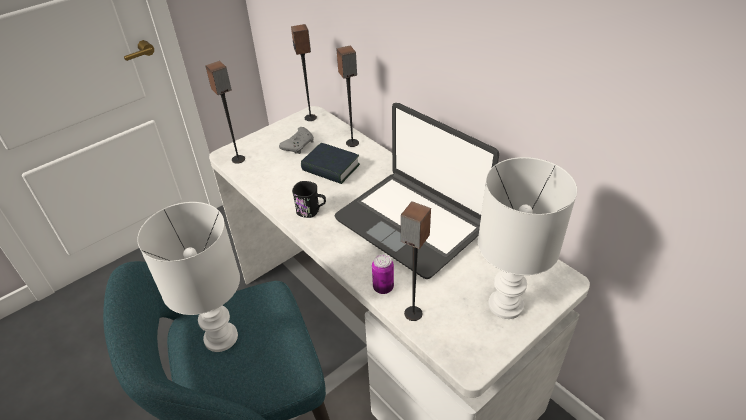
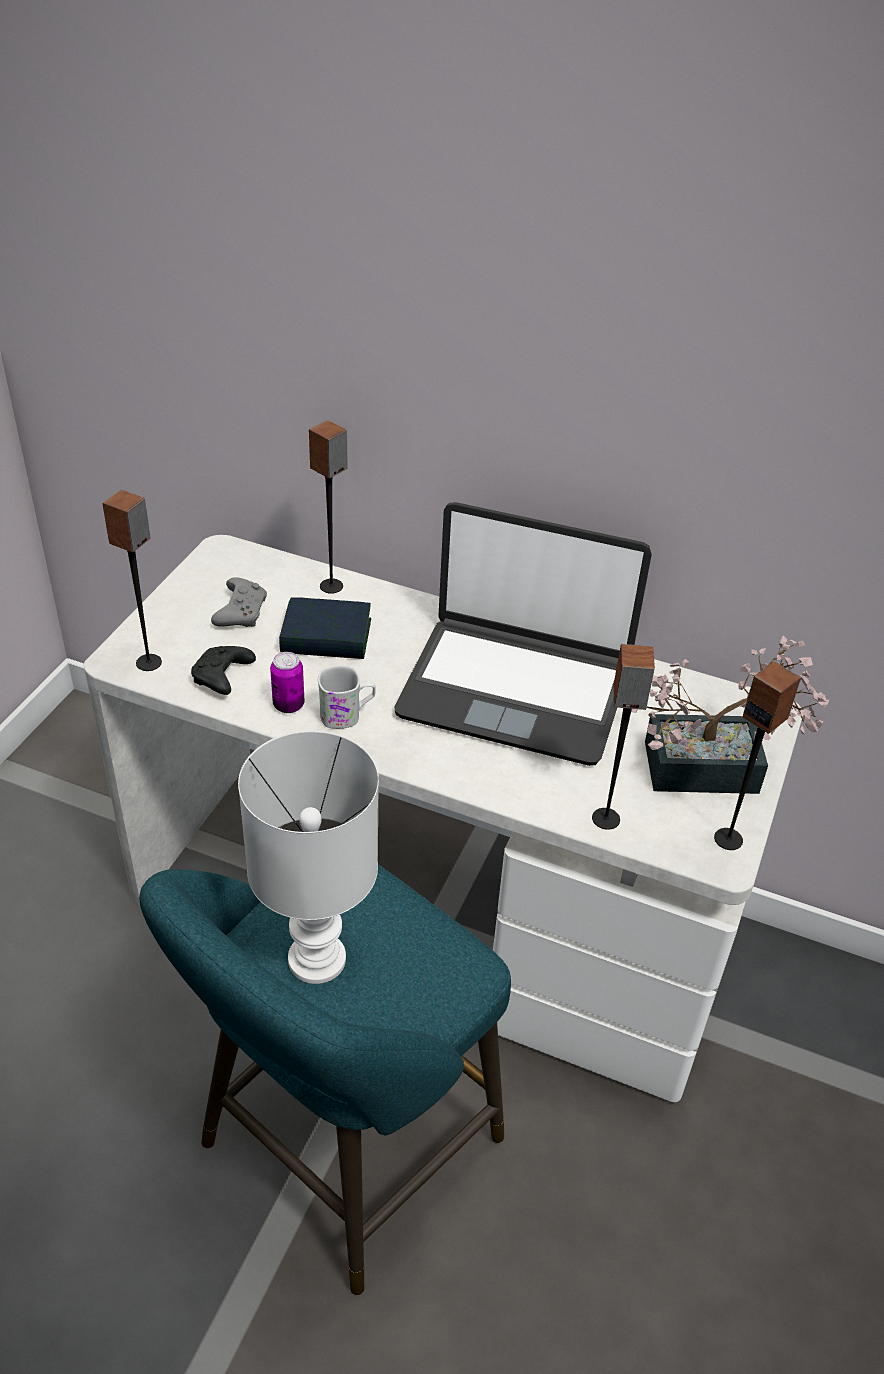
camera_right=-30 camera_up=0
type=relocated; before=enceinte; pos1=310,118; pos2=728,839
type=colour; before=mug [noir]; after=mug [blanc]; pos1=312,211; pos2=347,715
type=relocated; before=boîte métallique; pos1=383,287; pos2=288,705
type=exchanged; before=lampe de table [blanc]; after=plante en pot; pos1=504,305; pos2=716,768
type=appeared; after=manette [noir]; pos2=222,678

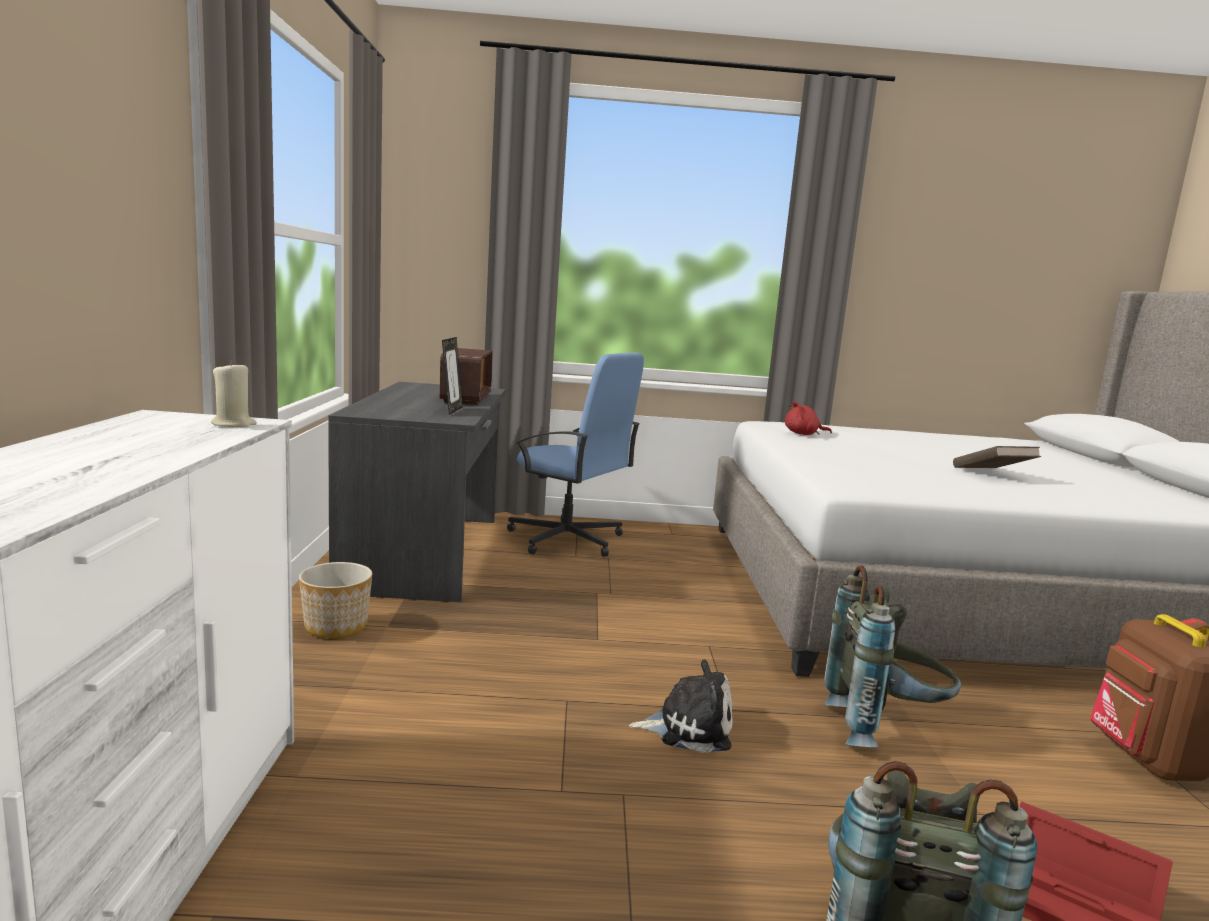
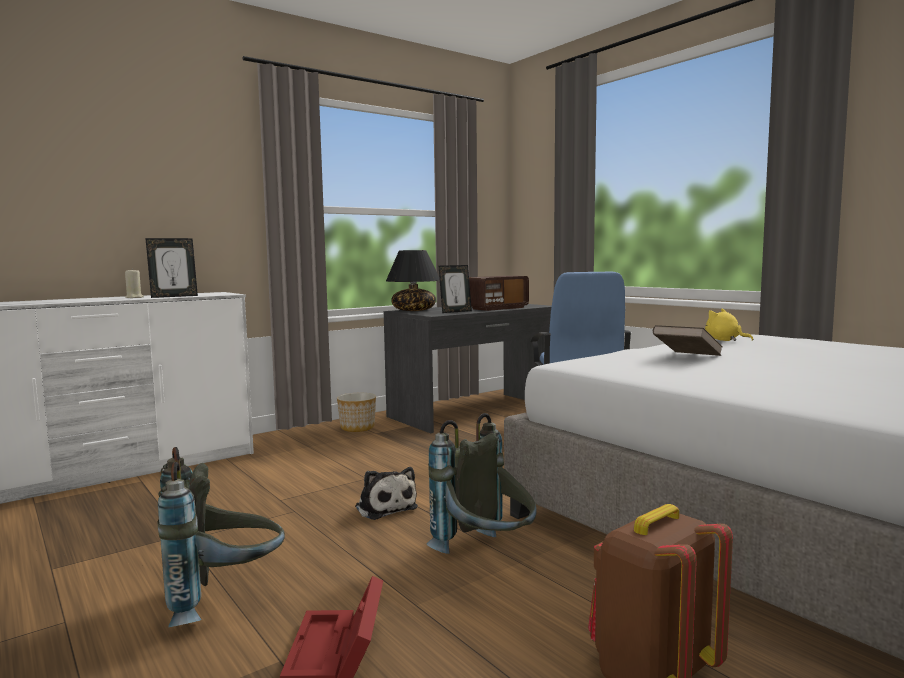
camera_right=55 camera_up=-5
type=relocated; before=bougie [beige]; pos1=234,424; pos2=134,297
type=colour; before=peluche [rouge]; after=peluche [jaune]; pos1=803,434; pos2=724,340
type=relocated; before=livre [marron]; pos1=992,474; pos2=687,357
type=appeared; after=cadre photo; pos2=174,296
type=appeared; after=lampe de table [noir]; pos2=413,310

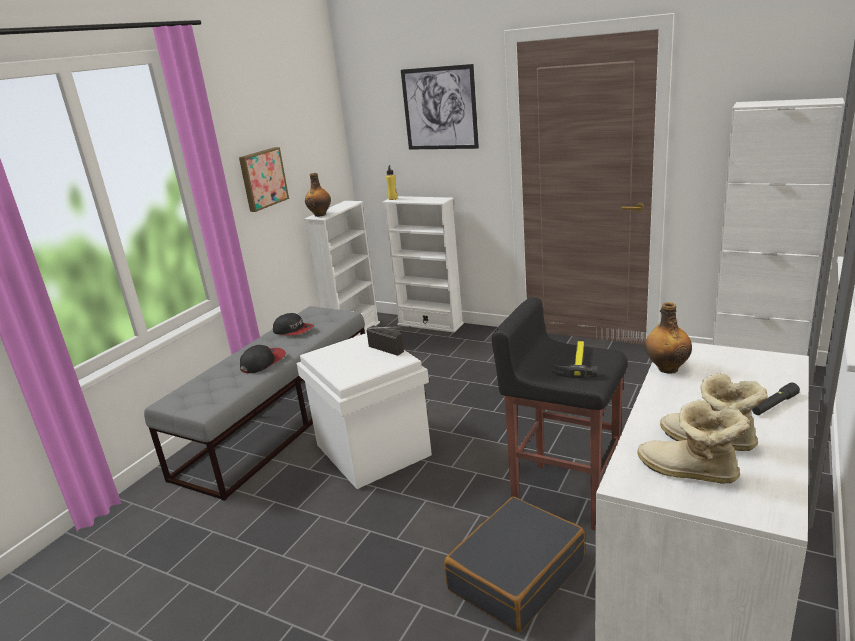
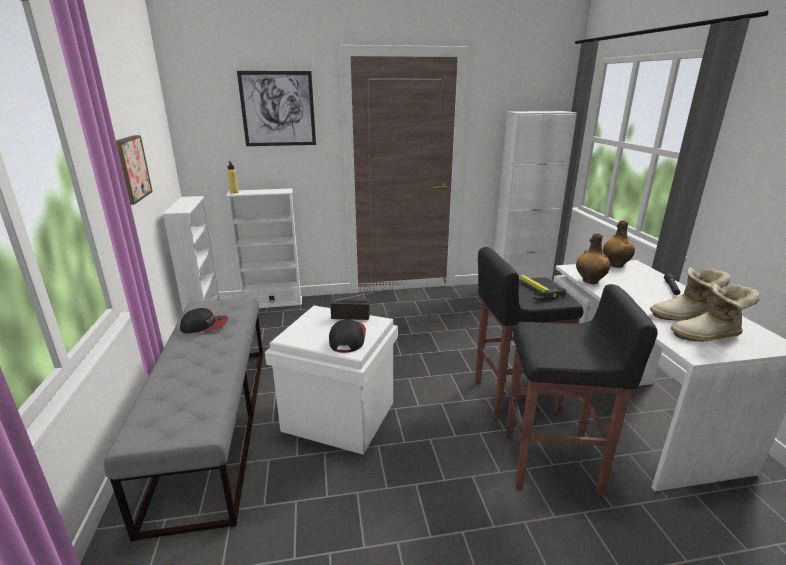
camera_right=-40 camera_up=0
type=relocated; before=casquette; pos1=263,362; pos2=347,338
type=relocated; before=bouteille; pos1=320,214; pos2=615,265
type=exchanged; before=valise [noir]; after=tabouret [noir]; pos1=515,574; pos2=553,464

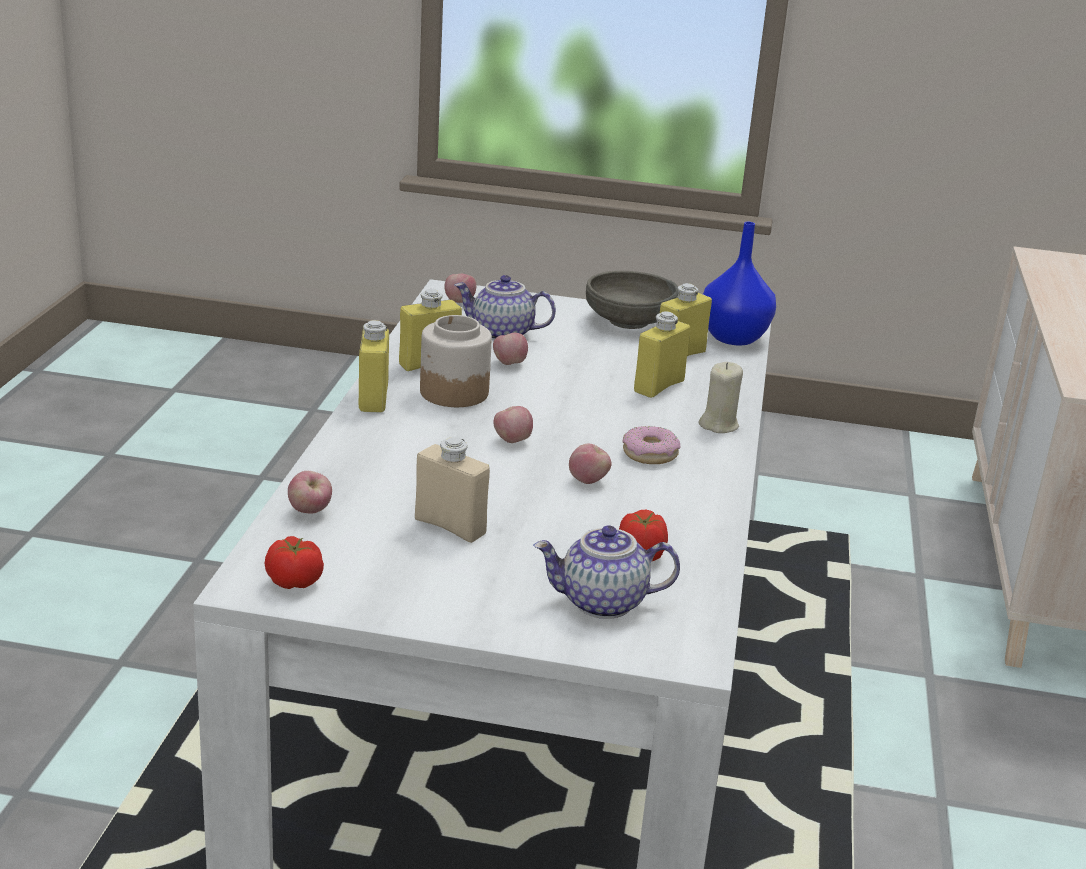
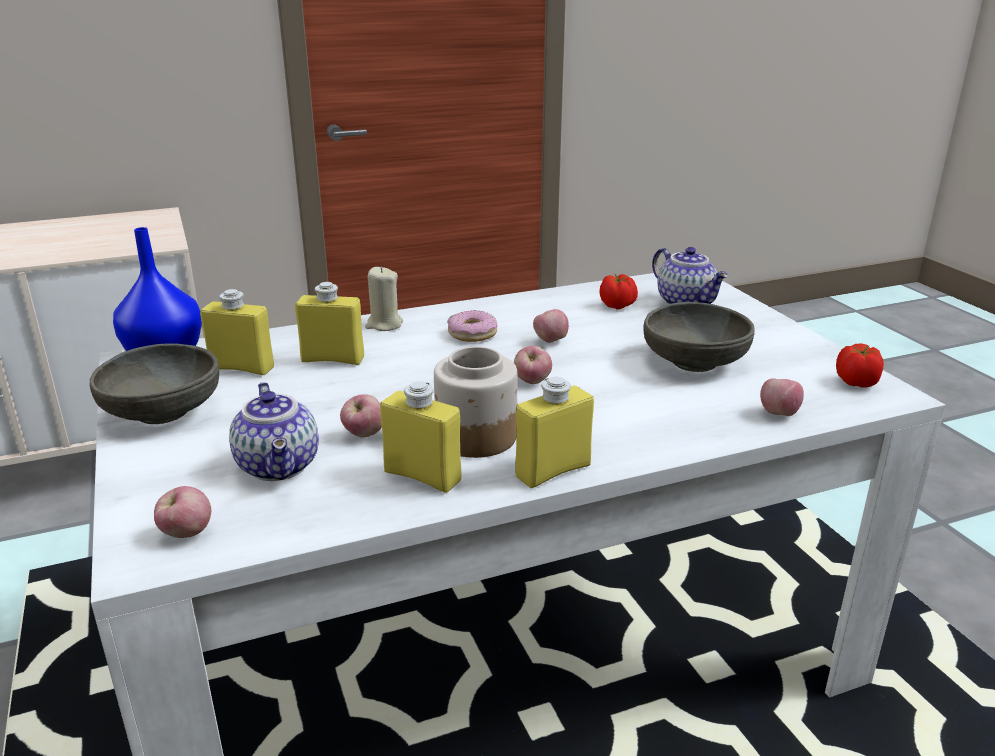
camera_right=-120 camera_up=0
type=exchanged; before=bouteille [beige]; after=bol [gris]; pos1=450,526; pos2=694,362

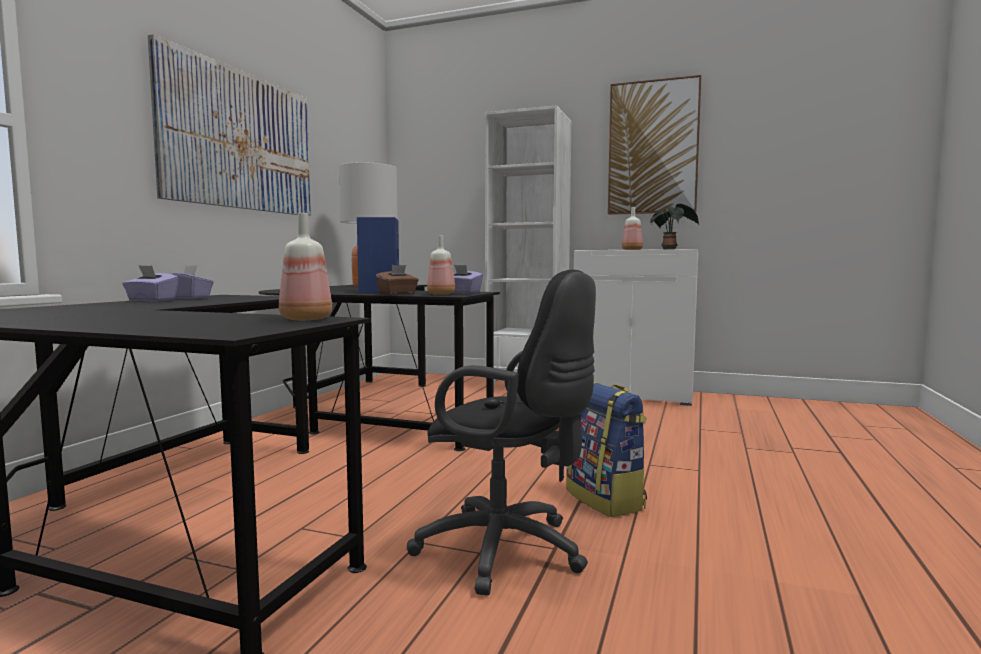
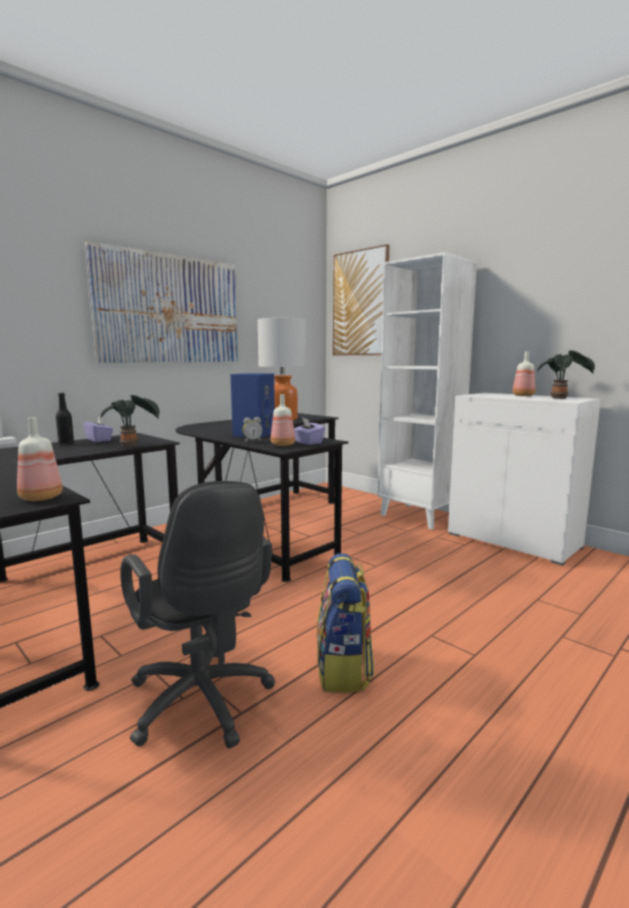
camera_right=25 camera_up=5
type=exchanged; before=boîte à mouchoirs [violet]; after=bouteille [noir]; pos1=151,300; pos2=66,443
type=exchanged; before=boîte à mouchoirs [marron]; after=réveil; pos1=397,294; pos2=252,441
type=relocated; before=tableau; pos1=653,148; pos2=360,303
type=appeared; after=plante en pot; pos2=131,446

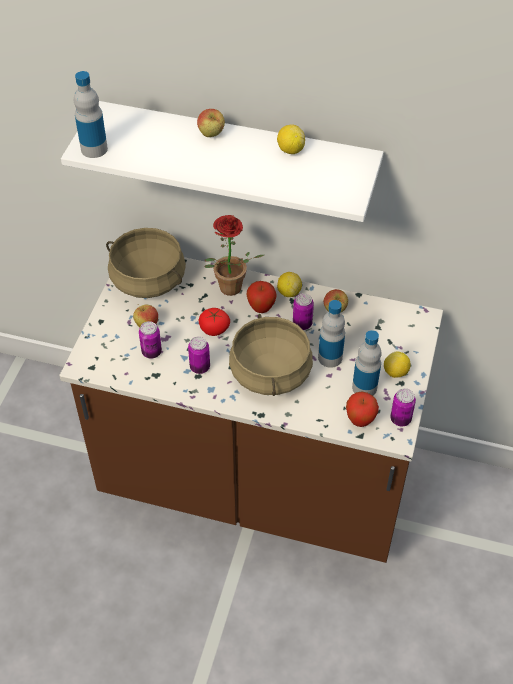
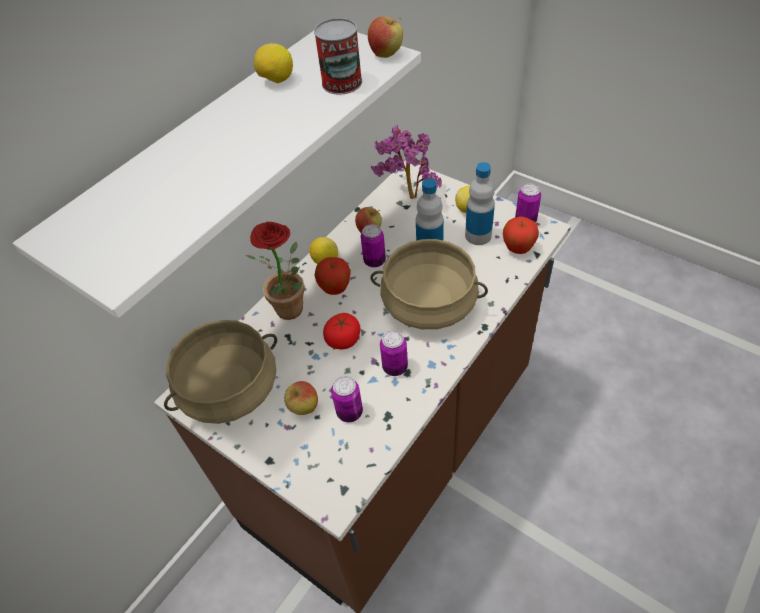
camera_right=-65 camera_up=0
type=missing; before=bouteille; pos1=94,149
type=relocated; before=pomme; pos1=211,135; pos2=386,54
type=appeared; after=boîte métallique; pos2=342,83
type=appeared; after=plante en pot; pos2=406,199

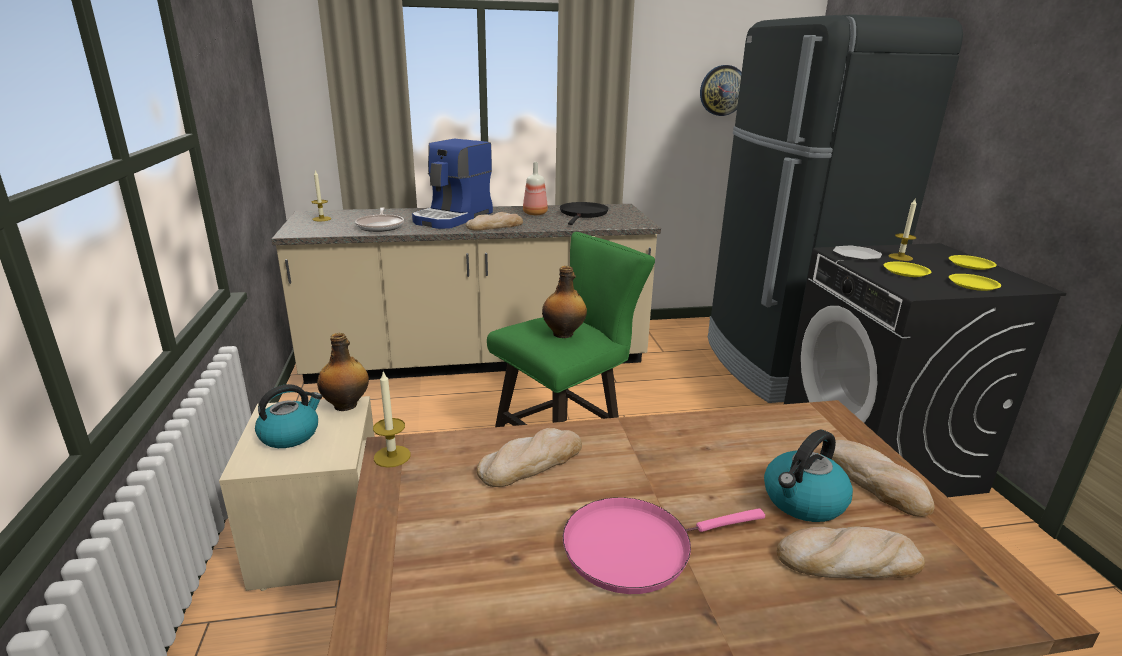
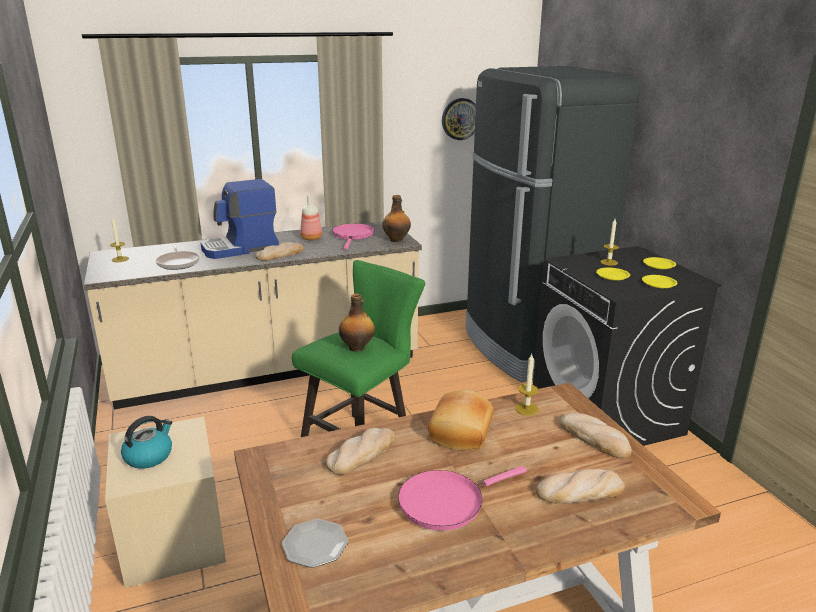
camera_right=-10 camera_up=0
type=relocated; before=bouteille; pos1=346,405; pos2=396,240
type=relocated; before=bougie; pos1=392,456; pos2=526,409
type=spun; before=machine à café; pos1=454,218; pos2=241,248; turn=45
type=colour; before=poêle [noir]; after=poêle [rose]; pos1=583,214; pos2=353,235
type=missing; before=bouilloire; pos1=803,501
type=relocated; before=assiette; pos1=857,255; pos2=316,545
type=appeared; after=pain; pos2=462,432

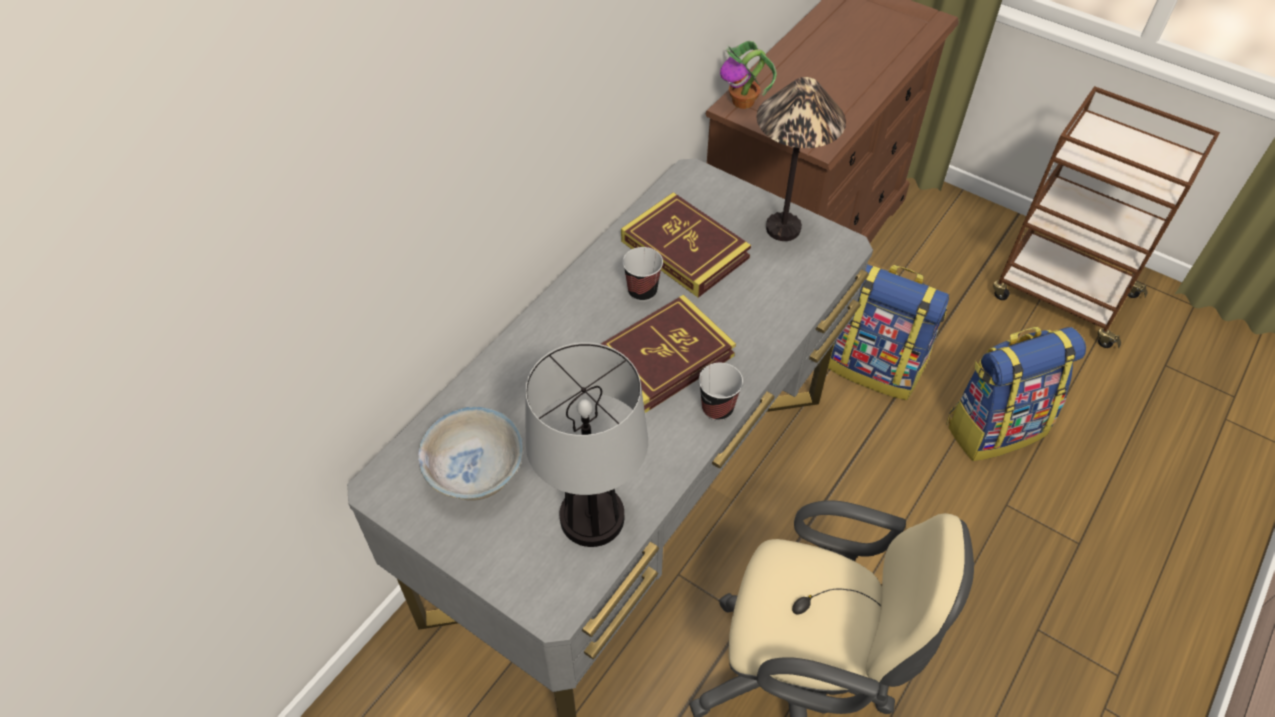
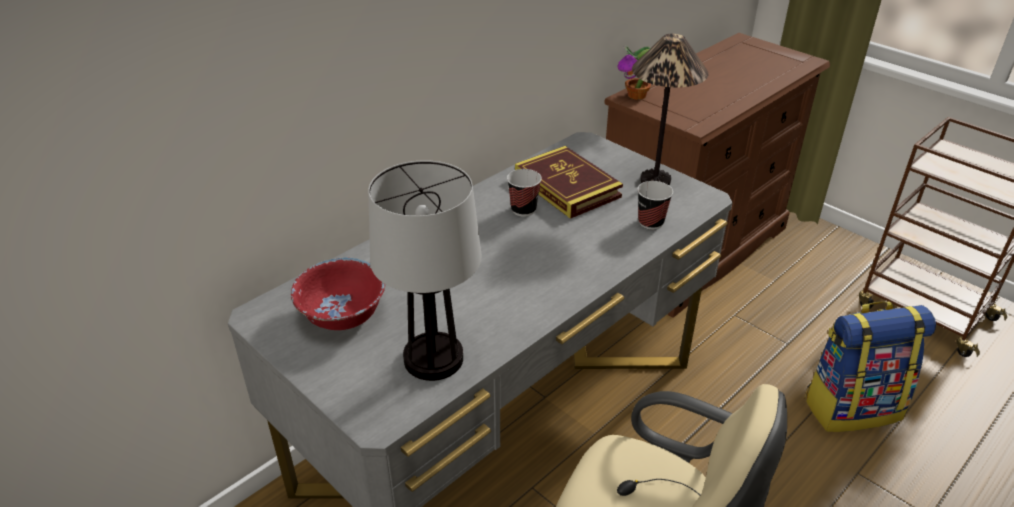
camera_right=10 camera_up=-15
type=colour; before=bol [blanc]; after=bol [rouge]; pos1=475,471; pos2=342,314
type=missing; before=livre; pos1=663,358
type=relocated; before=tasse; pos1=717,408; pos2=650,222
type=missing; before=sac à dos; pos1=876,367

